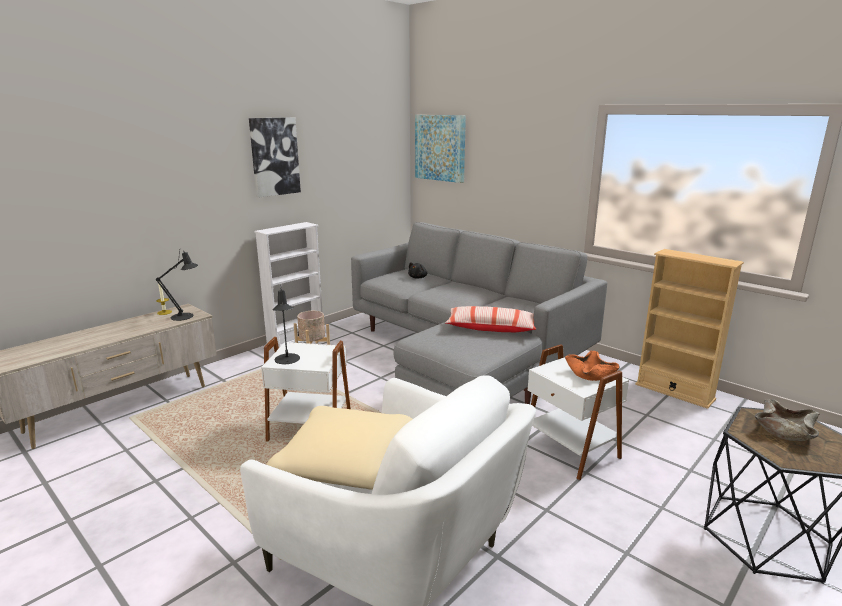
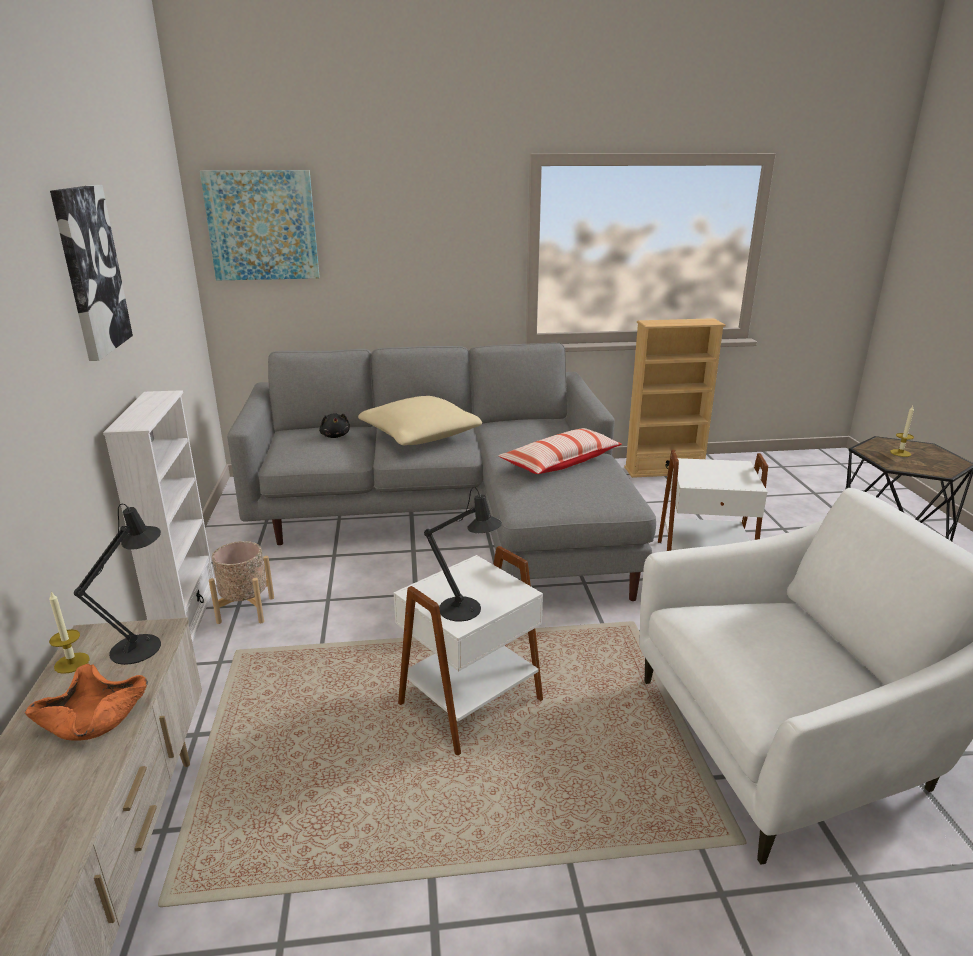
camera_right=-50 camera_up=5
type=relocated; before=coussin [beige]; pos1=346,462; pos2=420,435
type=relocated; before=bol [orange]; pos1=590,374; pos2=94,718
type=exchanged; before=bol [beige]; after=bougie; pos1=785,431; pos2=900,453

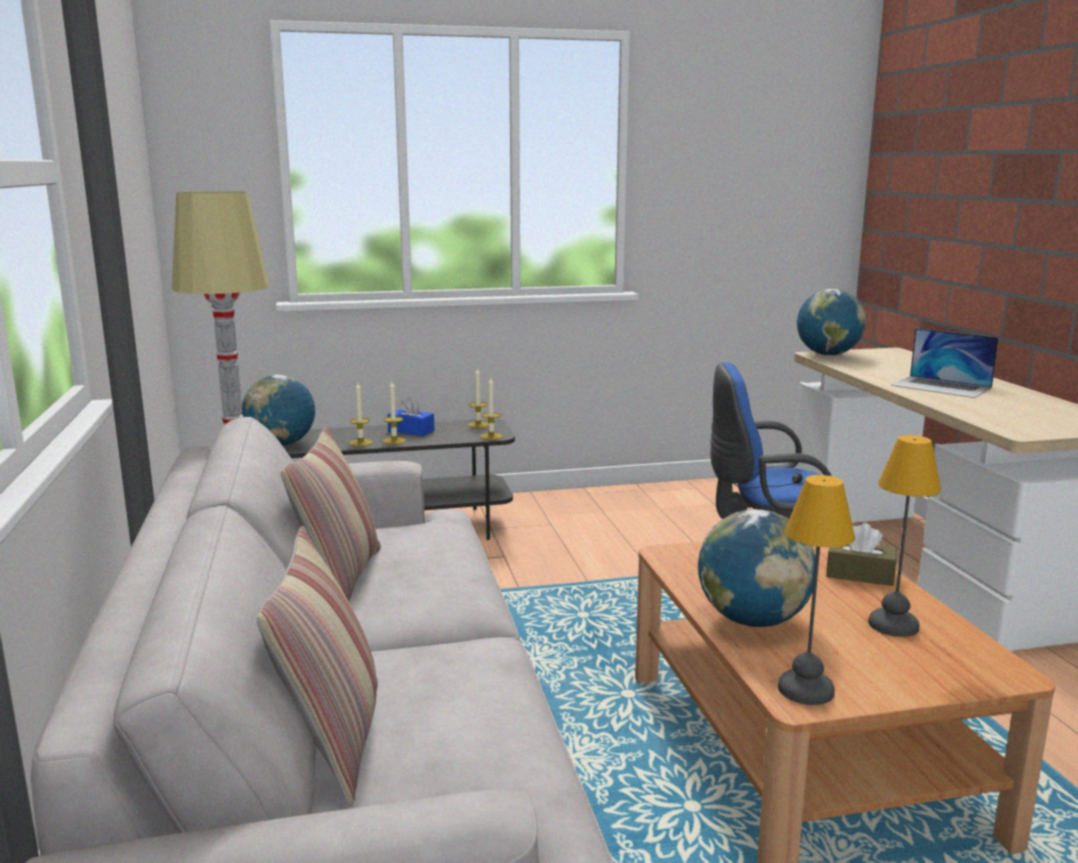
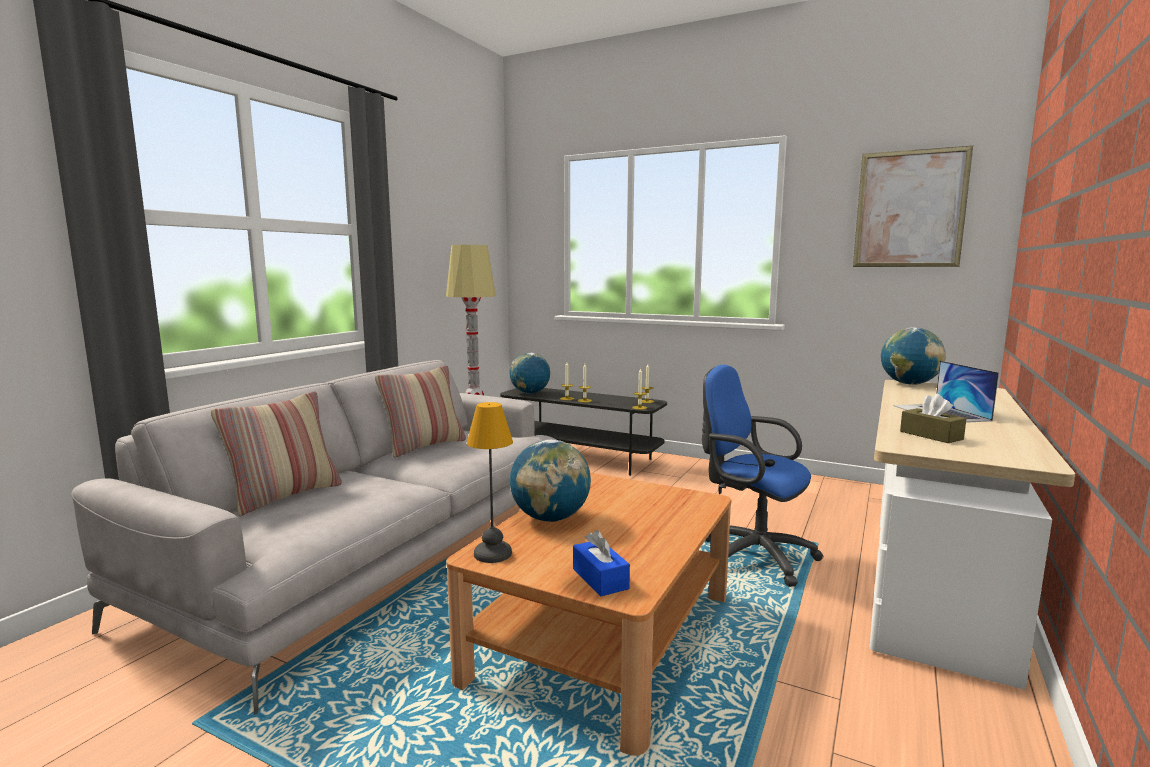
camera_right=40 camera_up=-5
type=relocated; before=boîte à mouchoirs [bleu]; pos1=411,431; pos2=600,578
type=relocated; before=boîte à mouchoirs [marron]; pos1=860,575; pos2=931,435
type=missing; before=lampe de table; pos1=895,625
type=appeared; after=tableau; pos2=909,209

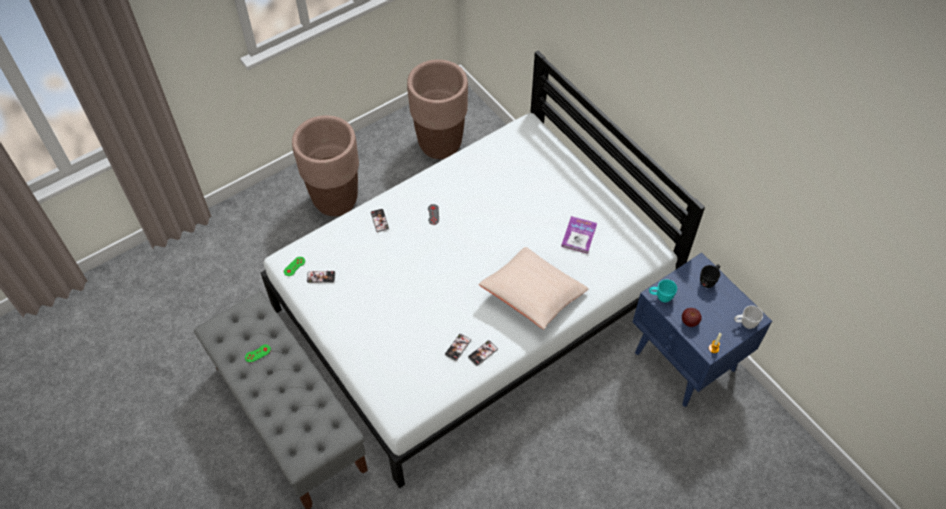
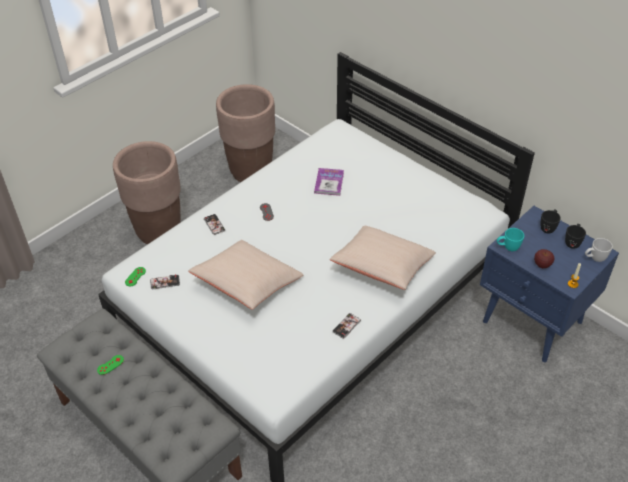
camera_right=-10 camera_up=-10
type=missing; before=téléphone; pos1=458,347
type=relocated; before=livre; pos1=579,235; pos2=329,182
type=appeared; after=coussin [beige]; pos2=247,284
type=appeared; after=mug [noir]; pos2=572,242

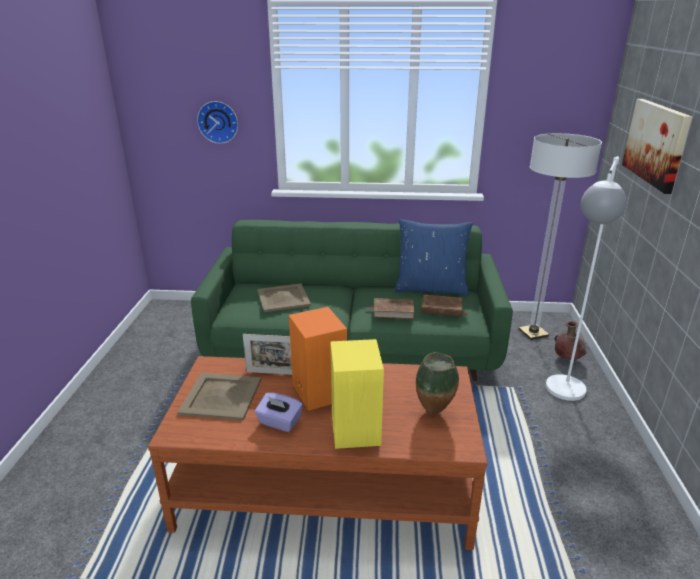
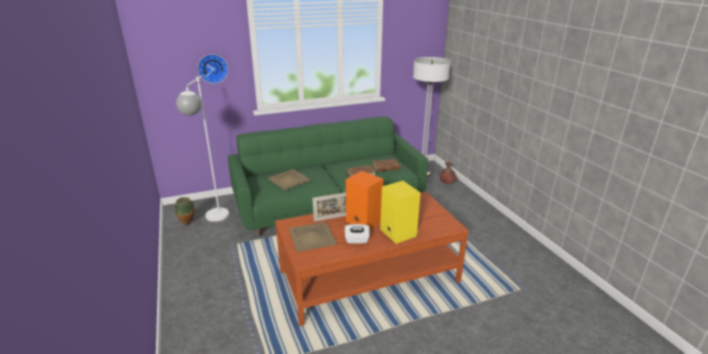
camera_right=-25 camera_up=0
type=colour; before=boîte à mouchoirs [violet]; after=boîte à mouchoirs [blanc]; pos1=279,422; pos2=357,240
type=missing; before=coussin [bleu]; pos1=431,288
type=relocated; before=vase; pos1=434,412; pos2=188,224
type=relocated; before=lampadaire [blanc]; pos1=563,396; pos2=214,220
type=missing; before=tableau; pos1=656,143

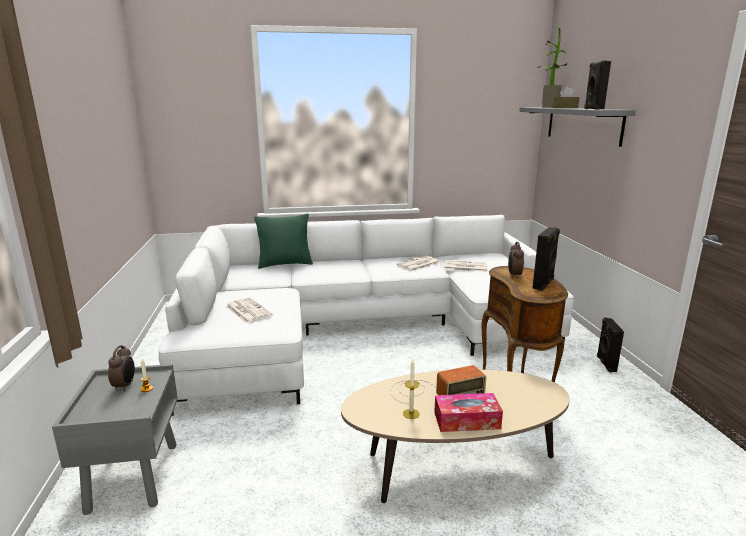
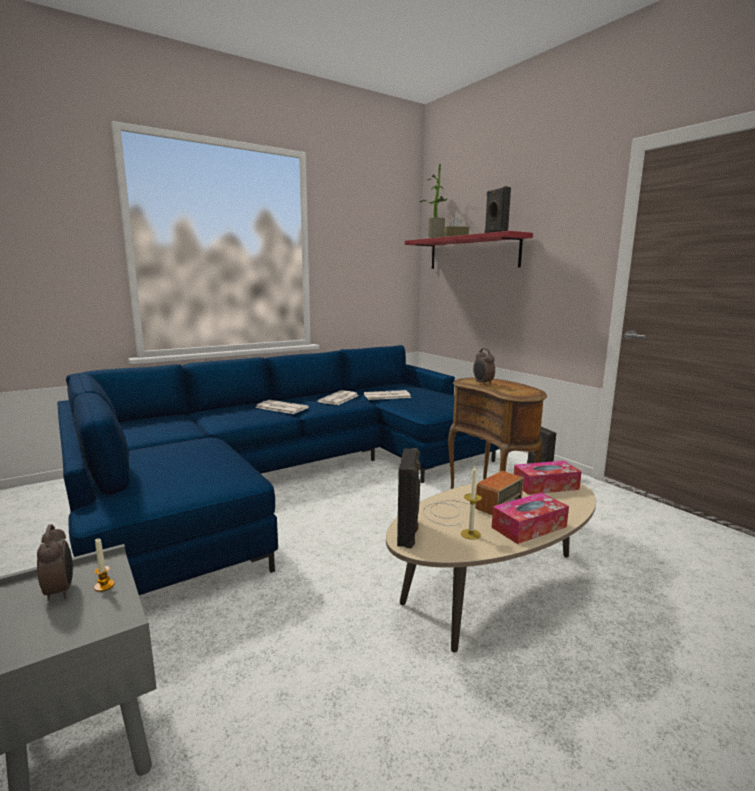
camera_right=-25 camera_up=-5
type=colour; before=canapé [blanc]; after=canapé [bleu]; pos1=360,328; pos2=287,478
type=relocated; before=journal; pos1=247,311; pos2=281,407
type=missing; before=coussin [vert]; pos1=285,264
type=colour; before=étagère [gris]; after=étagère [rouge]; pos1=583,124; pos2=472,253
type=relocated; before=enceinte [noir]; pos1=544,284; pos2=409,532
type=appeared; after=boîte à mouchoirs; pos2=545,486

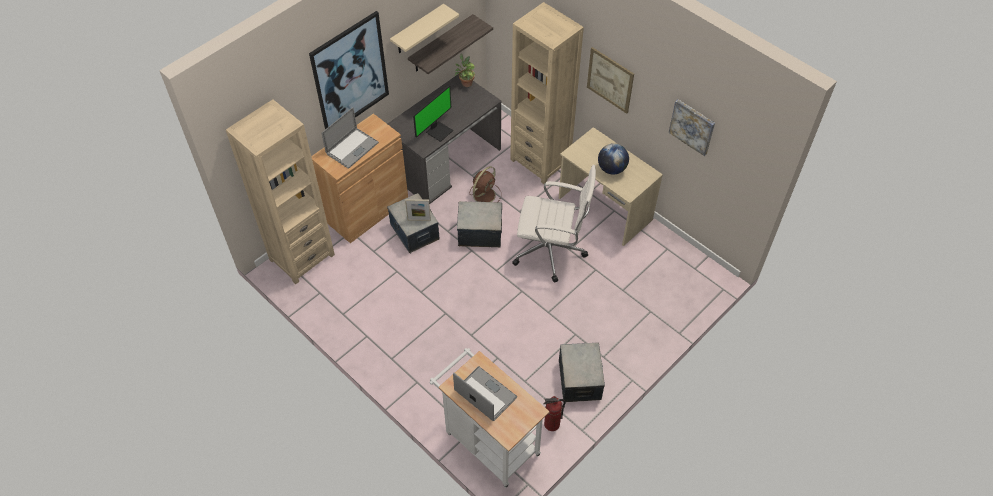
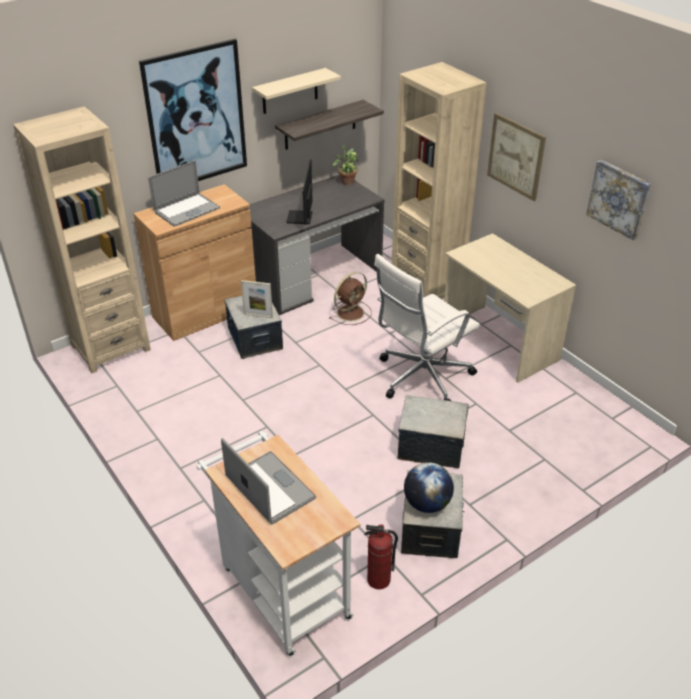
camera_right=10 camera_up=-15
type=spun; before=écran d'ordinateur; pos1=438,131; pos2=301,218; turn=135
type=relocated; before=boîte de rangement; pos1=479,233; pos2=431,446
type=spun; before=chaise de bureau [blanc]; pos1=551,251; pos2=421,377; turn=120
type=relocated; before=globe; pos1=611,169; pos2=427,504

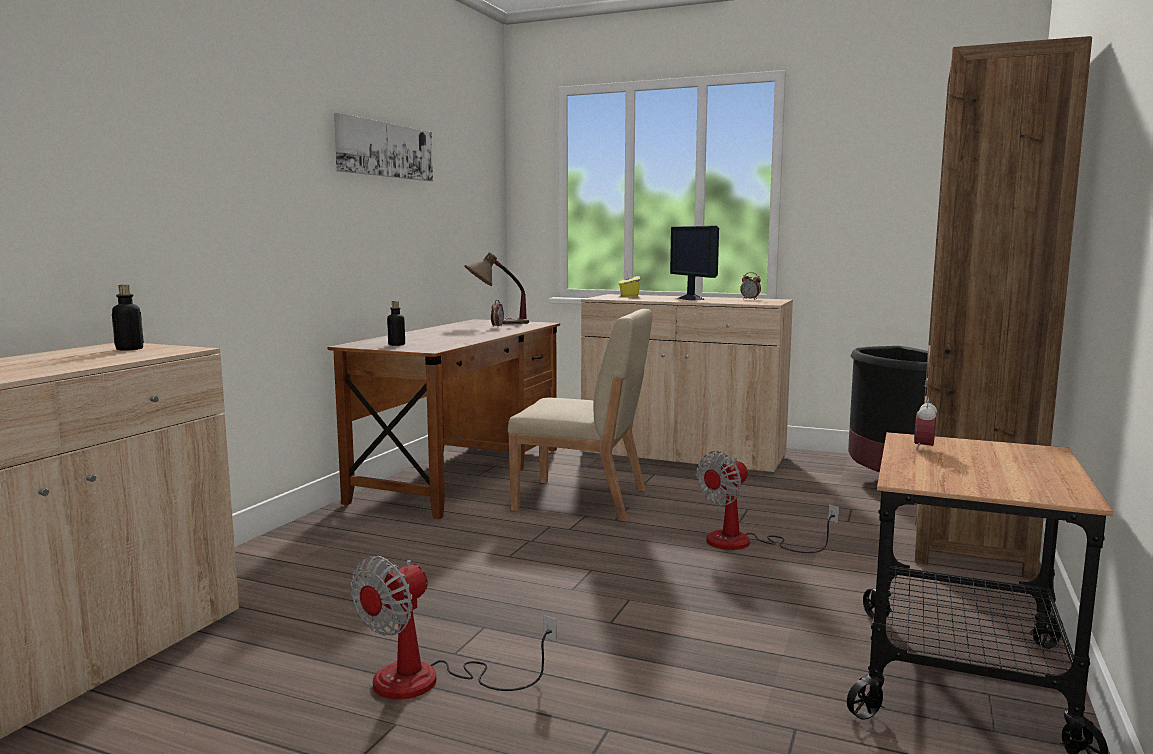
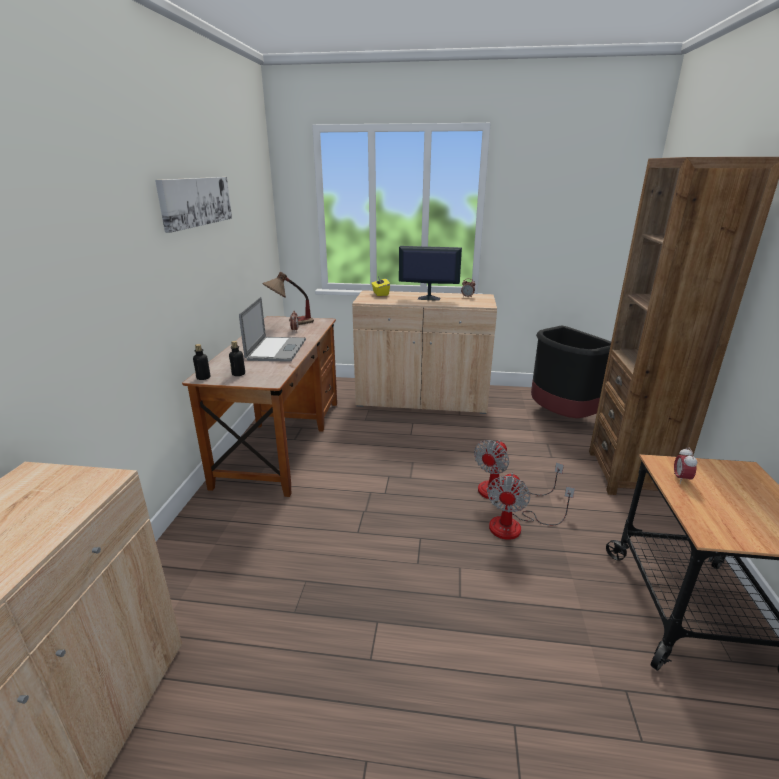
camera_right=-15 camera_up=15
type=relocated; before=bouteille; pos1=129,349; pos2=203,377
type=relocated; before=ventilateur; pos1=430,681; pos2=516,526
type=missing; before=chaise [beige]; pos1=582,500
type=spun; before=écran d'ordinateur; pos1=691,299; pos2=428,298; turn=135
type=appeared; after=ordinateur portable; pos2=276,349

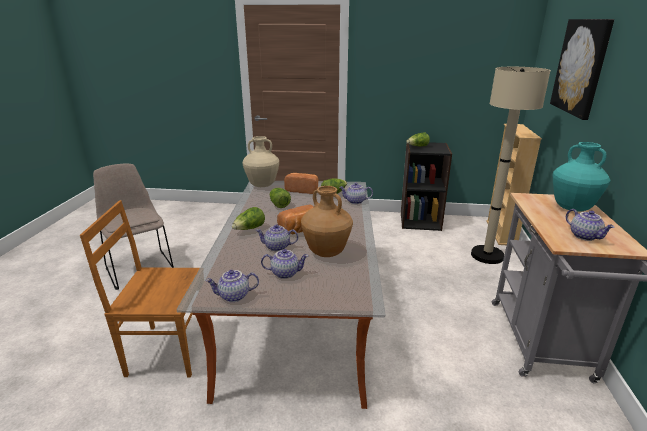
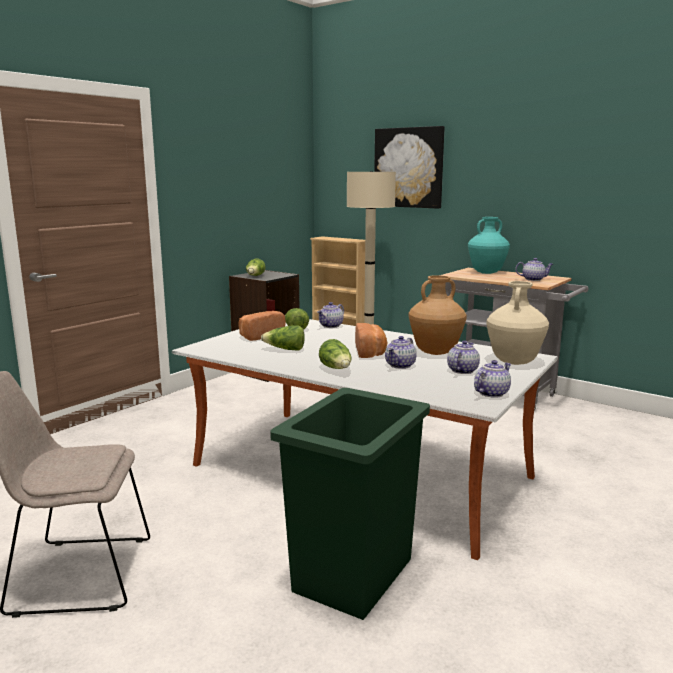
camera_right=-60 camera_up=-10
type=exchanged; before=chaise [marron]; after=poubelle [vert]; pos1=167,350; pos2=351,575
type=spun; before=théière; pos1=234,296; pos2=491,393; turn=-150
type=relocated; before=vase [beige]; pos1=262,185; pos2=514,362

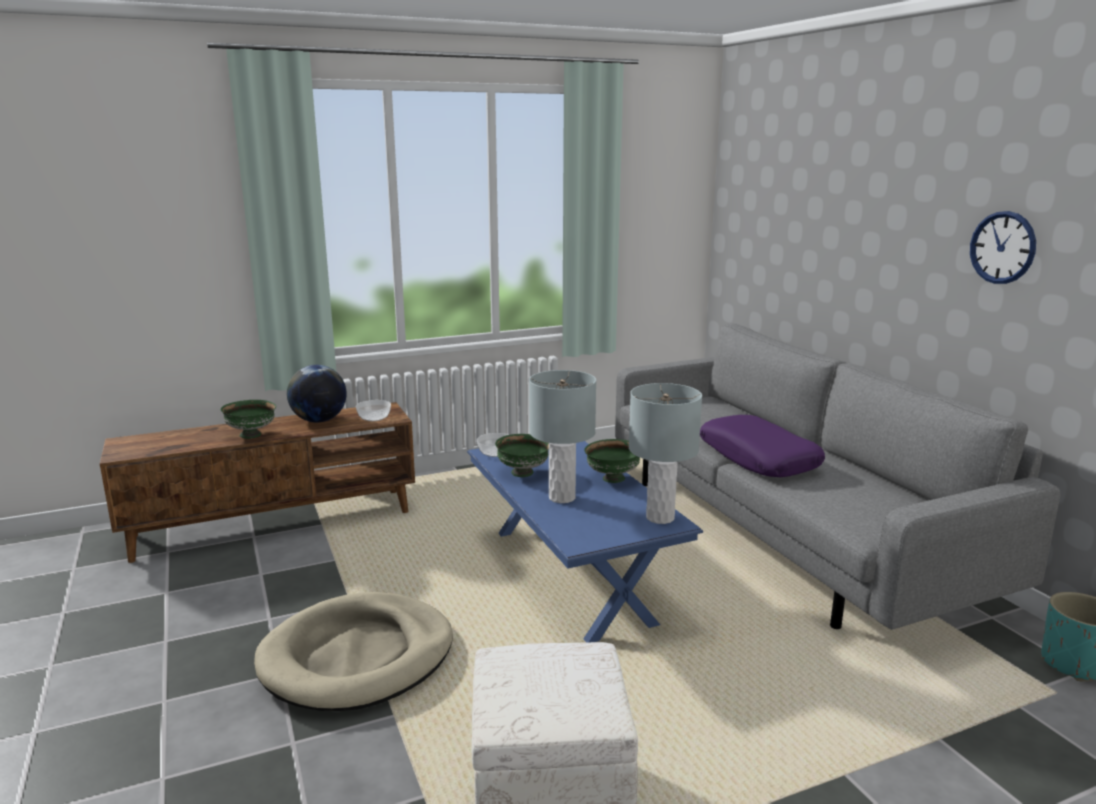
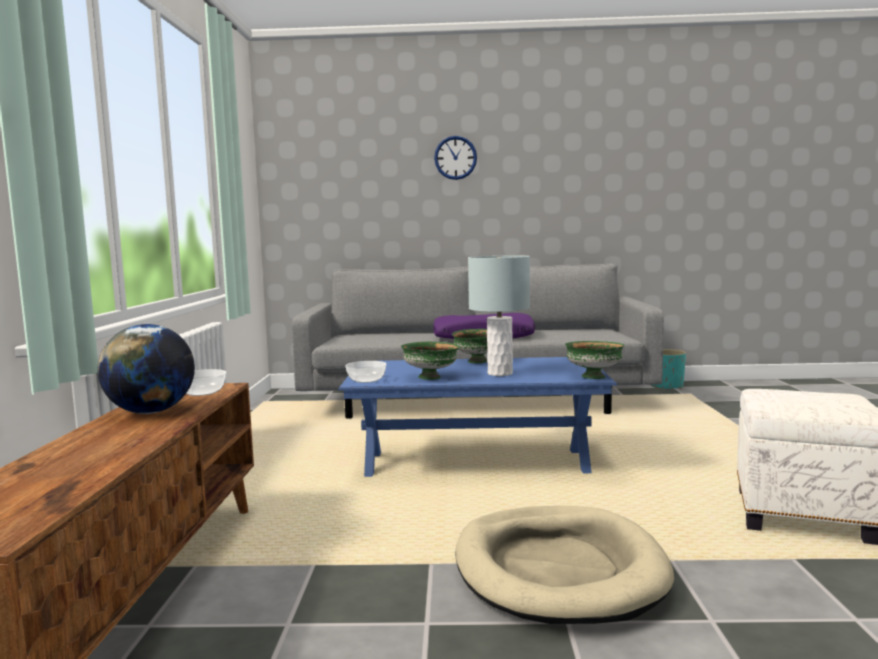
camera_right=-65 camera_up=-10
type=relocated; before=bol [vert]; pos1=251,435; pos2=593,377
type=missing; before=lampe de table [gris]; pos1=660,517
type=relocated; before=horloge murale; pos1=1002,247; pos2=455,157

